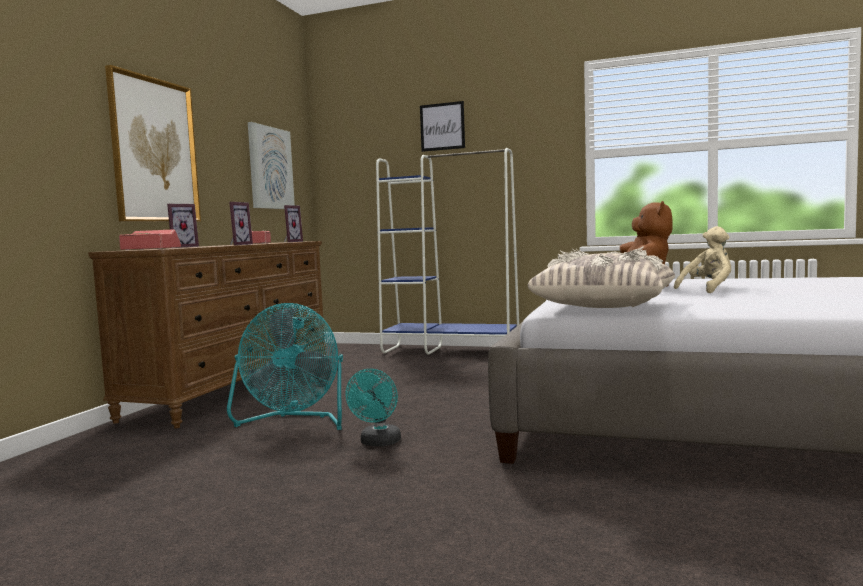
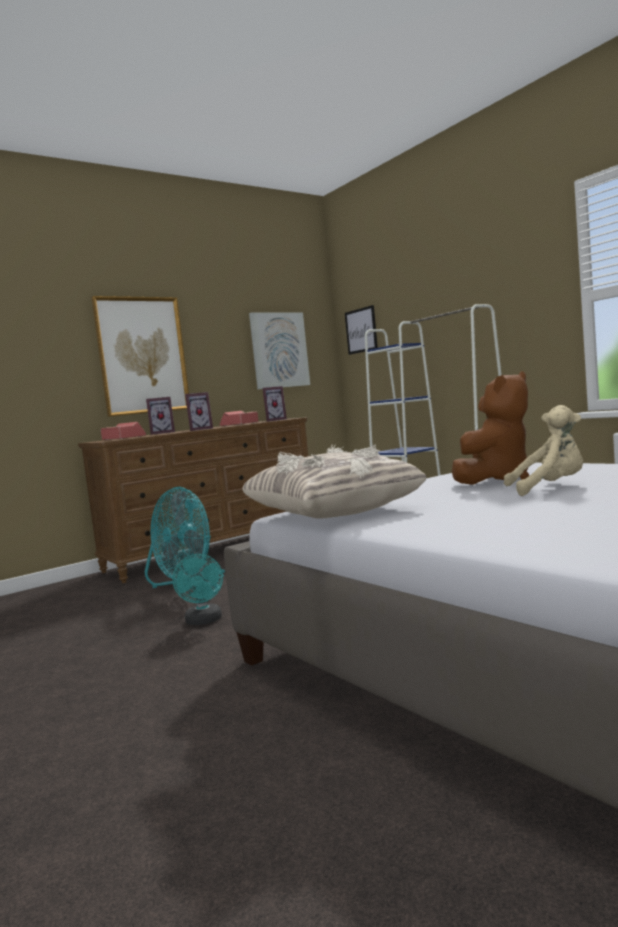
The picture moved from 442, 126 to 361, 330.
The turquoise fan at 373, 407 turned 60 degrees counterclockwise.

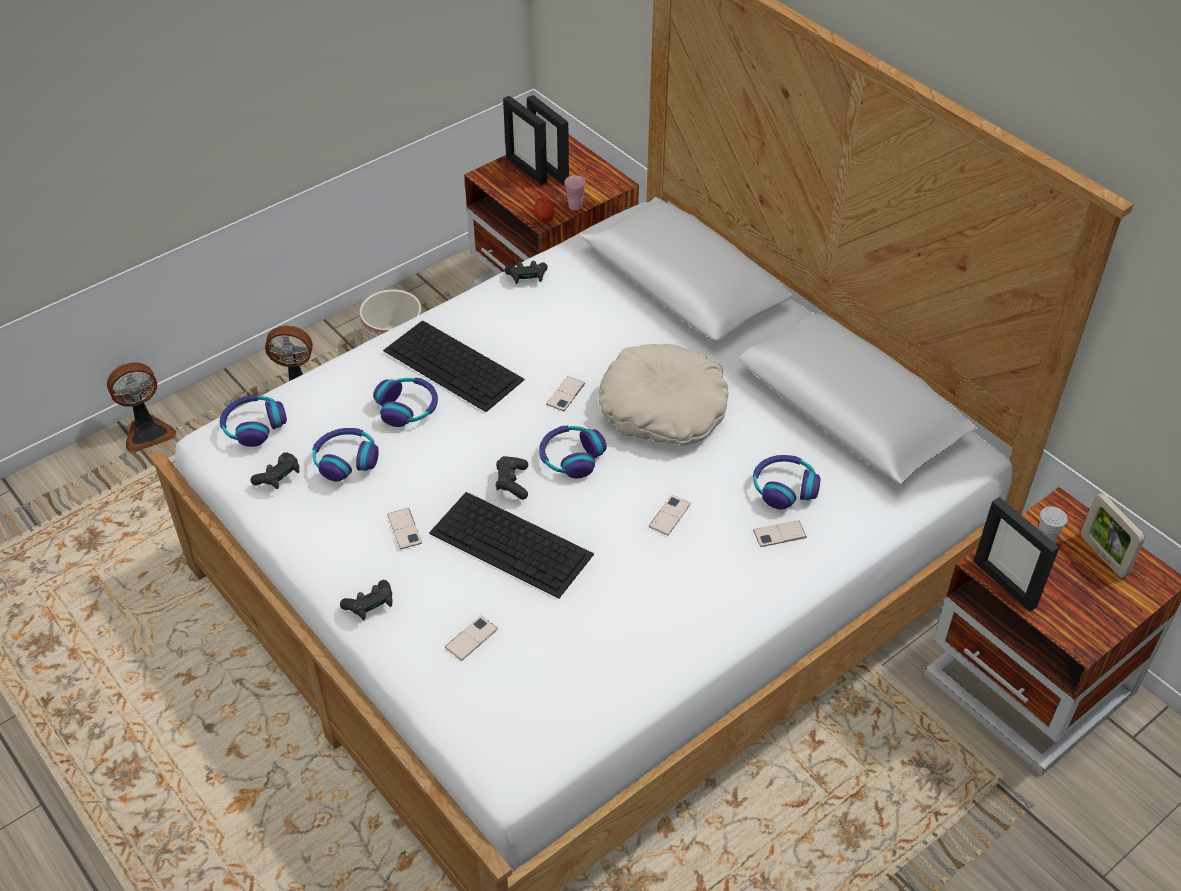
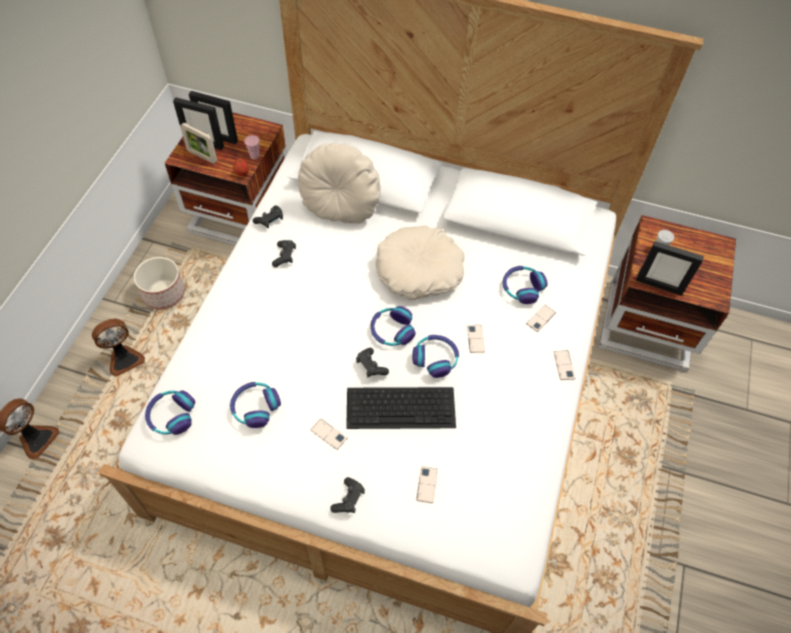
The keyboard at 454, 366 disappeared.
The beige pillow at 339, 183 appeared.
The black game controller moved from 274, 470 to 284, 253.
The headphones moved from 405, 402 to 435, 356.
The phone moved from 565, 393 to 564, 365.
The picture frame moved from 1113, 535 to 198, 143.

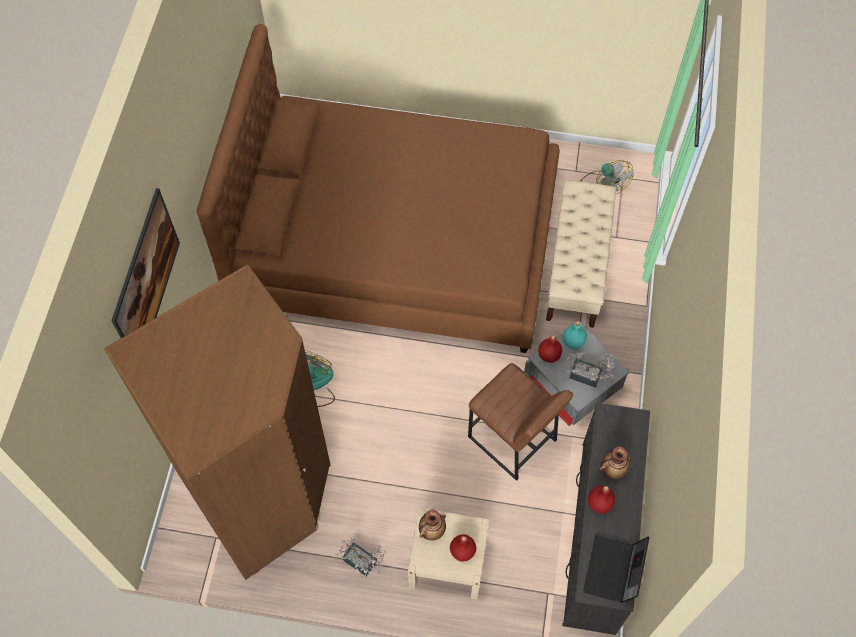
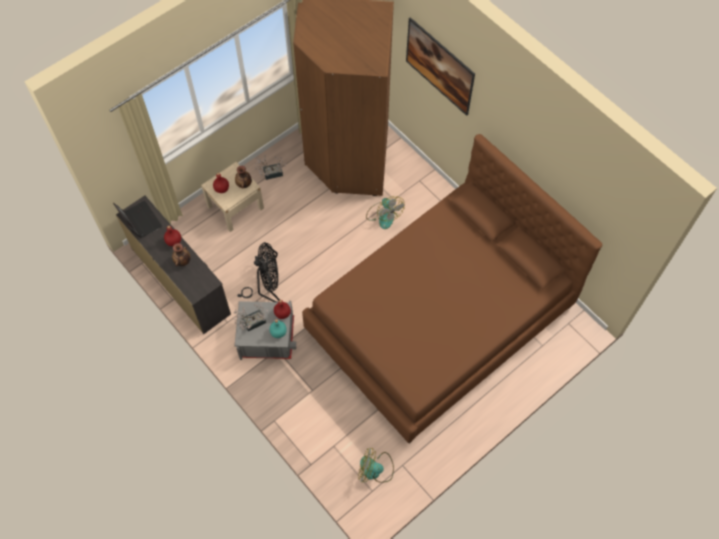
The beige bench at 581, 254 disappeared.
The brown chair at 521, 422 was replaced by the black fan at 259, 272.

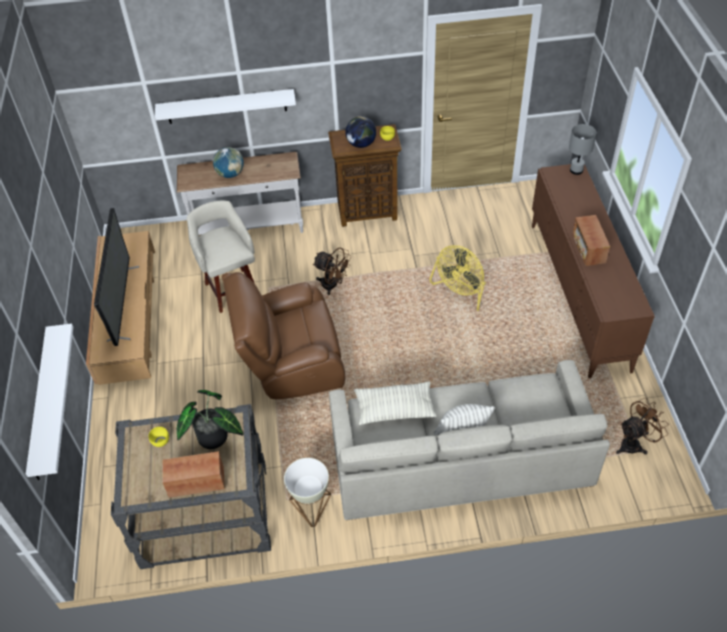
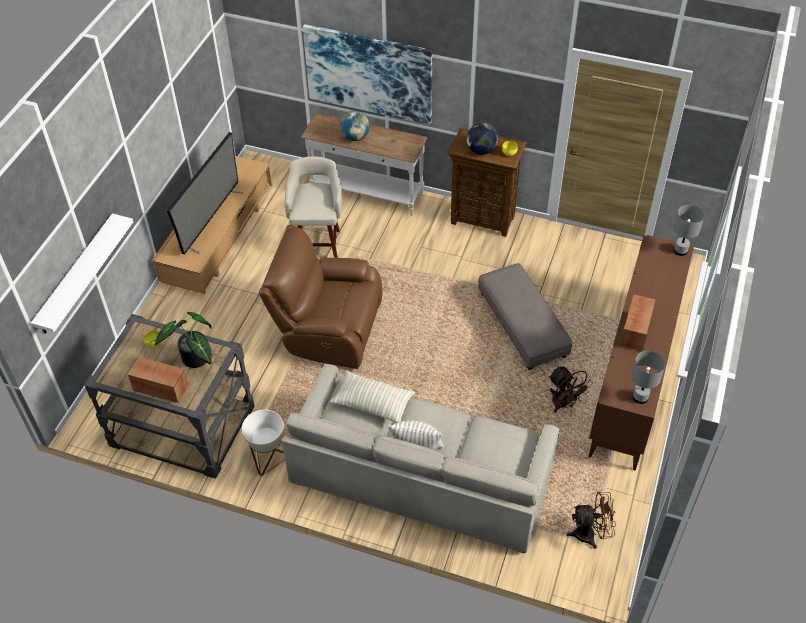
The grey table lamp at 648, 377 appeared.
The brown fan moved from 332, 271 to 571, 389.
The white shelf at 225, 106 was replaced by the picture at 367, 74.
The yellow fan at 457, 278 was replaced by the grey ottoman at 525, 316.

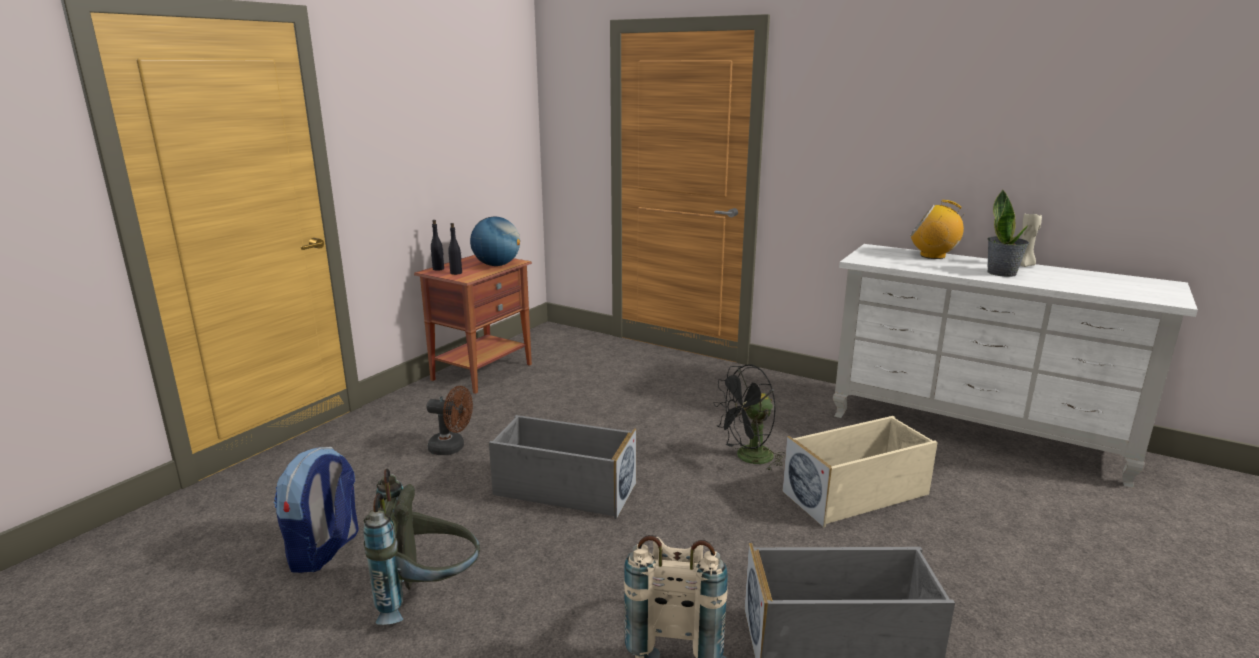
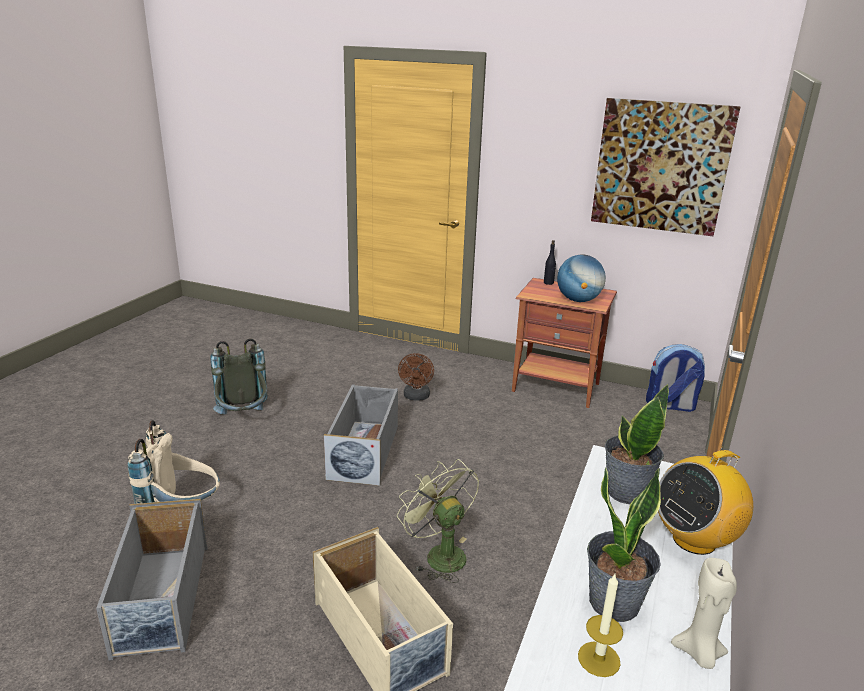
The black bottle at 455, 249 disappeared.
The candle at 600, 625 appeared.
The picture at 666, 167 appeared.
The potted plant at 637, 444 appeared.
The backpack moved from 316, 510 to 675, 378.
The black fan at 749, 417 became the green fan at 438, 521.
The radio at 939, 229 turned 135 degrees counterclockwise.

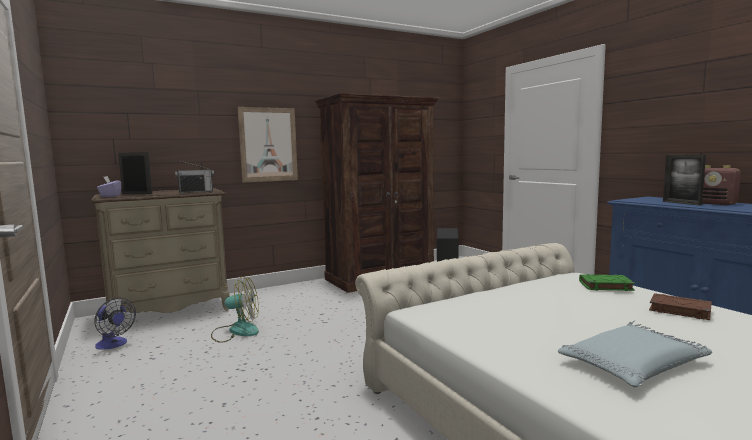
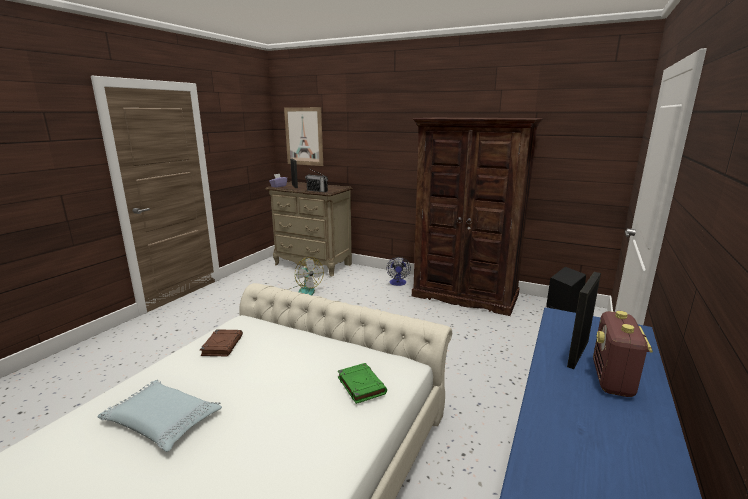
The fan moved from 115, 323 to 398, 271.
The picture moved from 268, 145 to 303, 136.
The brown book moved from 680, 306 to 221, 343.

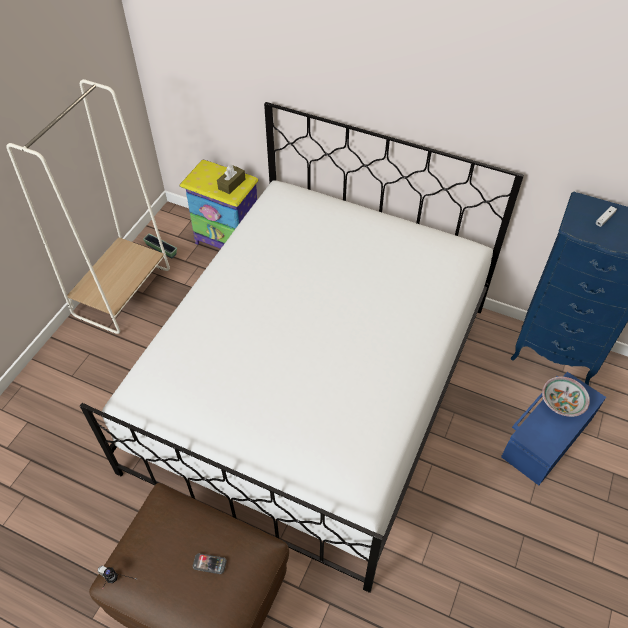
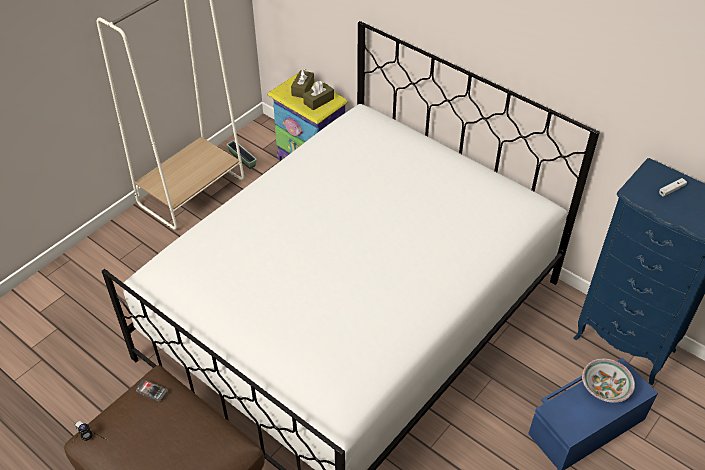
The brown tissue box at 302, 83 appeared.
The phone moved from 210, 563 to 152, 391.

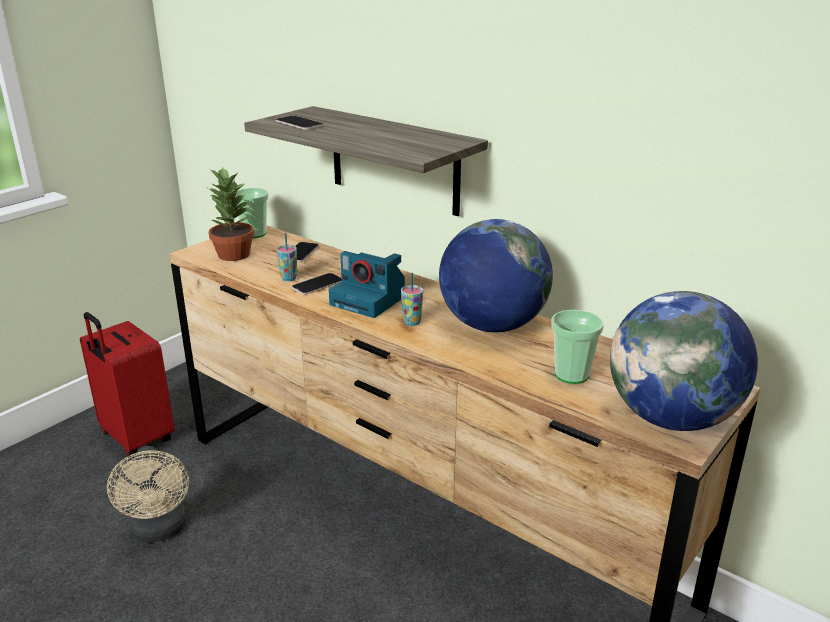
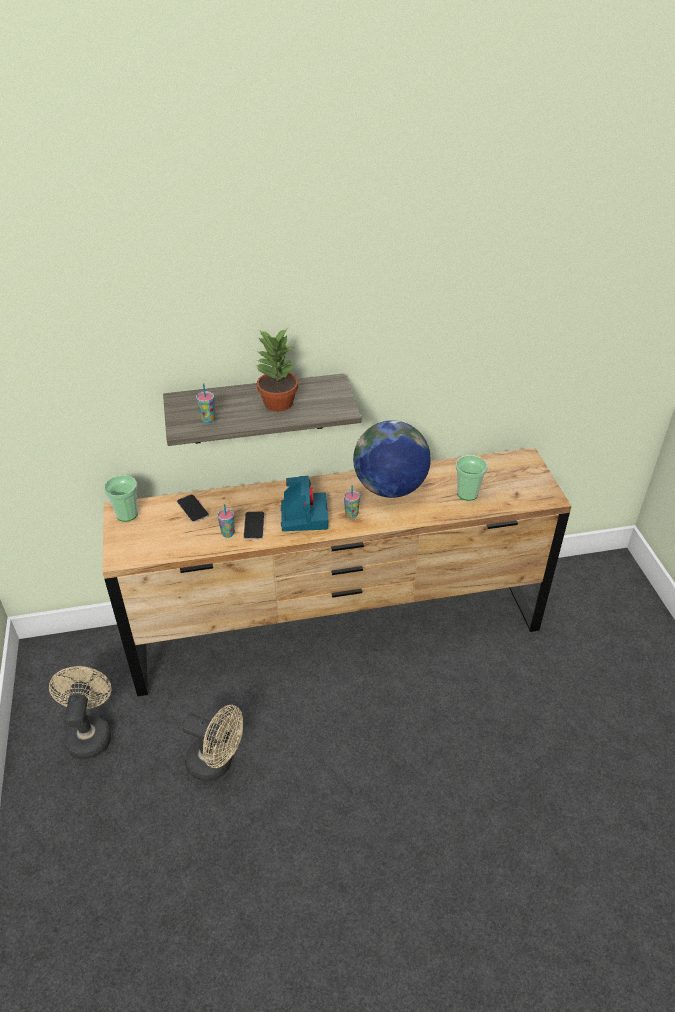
The globe at 684, 361 disappeared.
The potted plant moved from 231, 214 to 277, 370.
The red suitcase at 127, 384 was replaced by the beige fan at 80, 712.
The phone at 300, 123 was replaced by the cup at 205, 403.
The photo camera at 367, 284 turned 75 degrees counterclockwise.

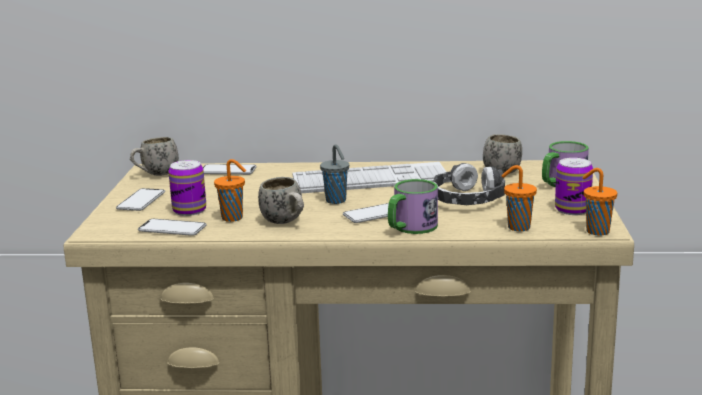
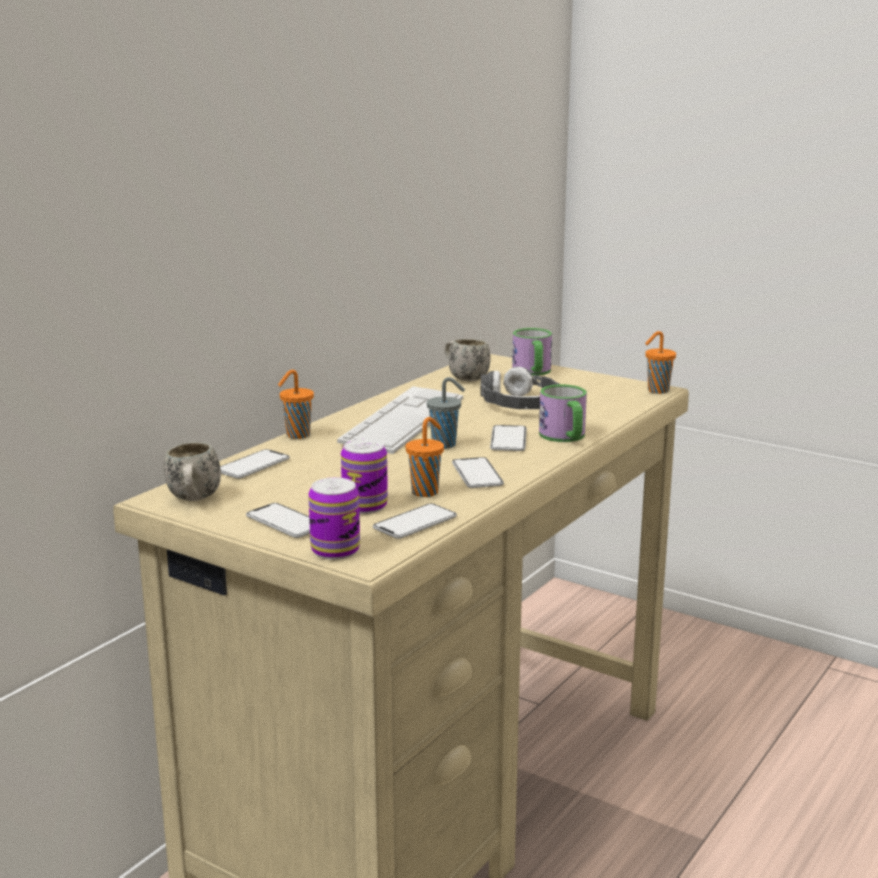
The orange cup moved from 519, 198 to 296, 404.
The can moved from 574, 186 to 334, 518.
The white mug at 281, 200 was replaced by the phone at 478, 472.

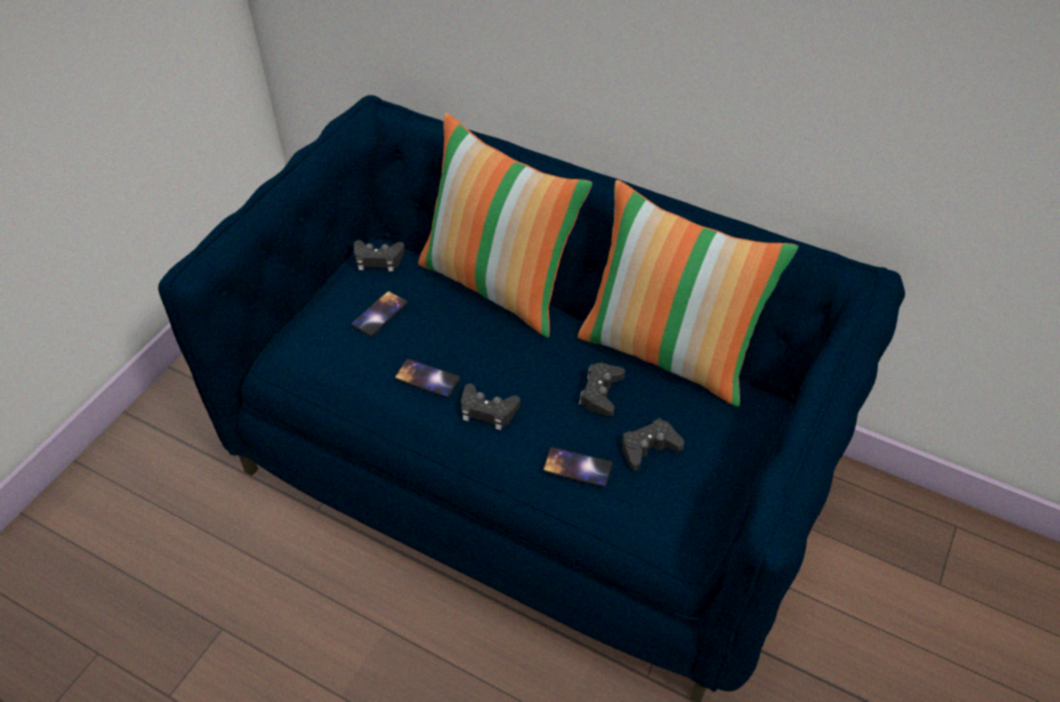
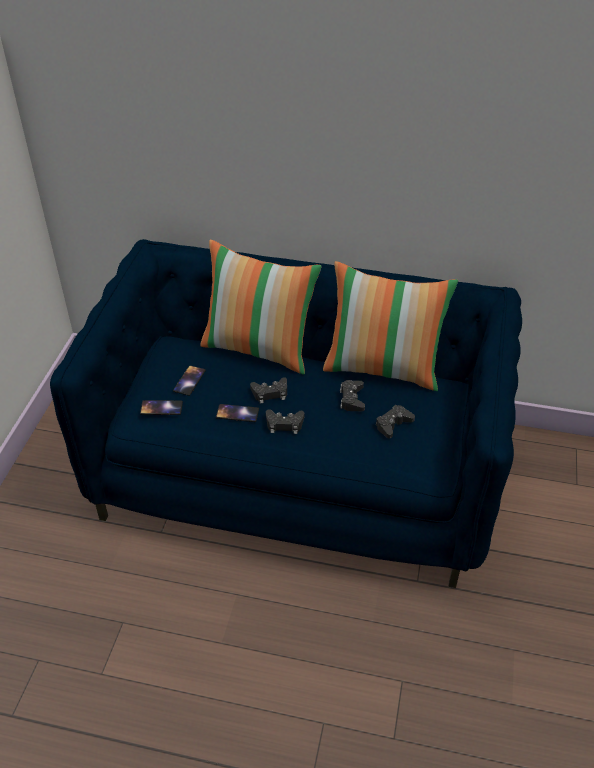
The black game controller moved from 379, 256 to 268, 390.
The phone moved from 578, 467 to 161, 407.

